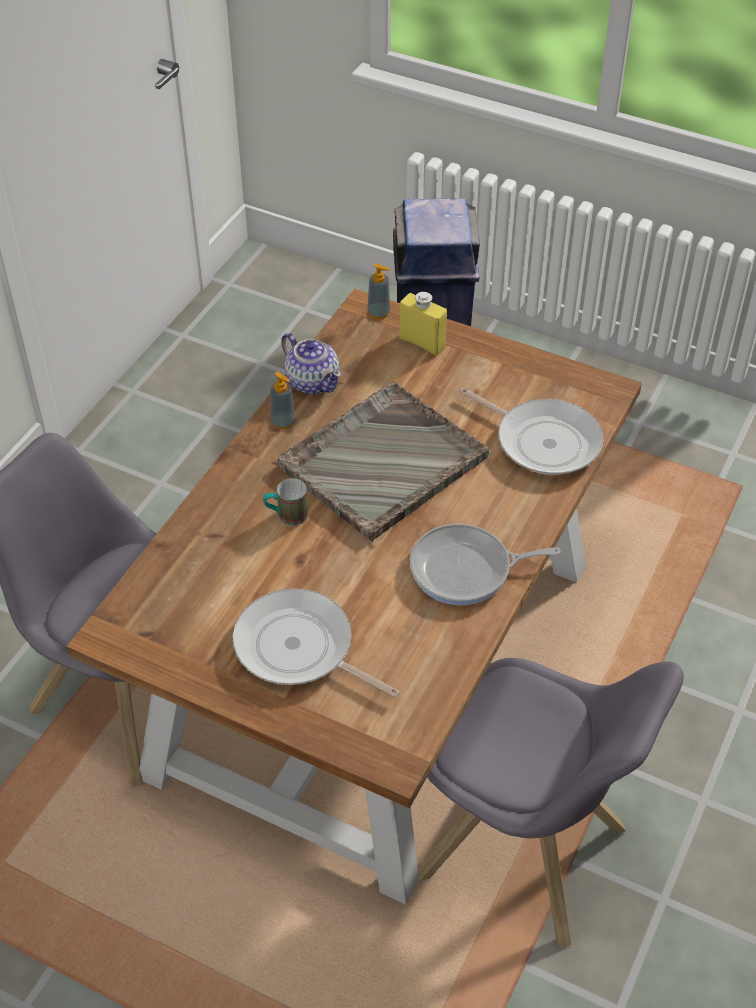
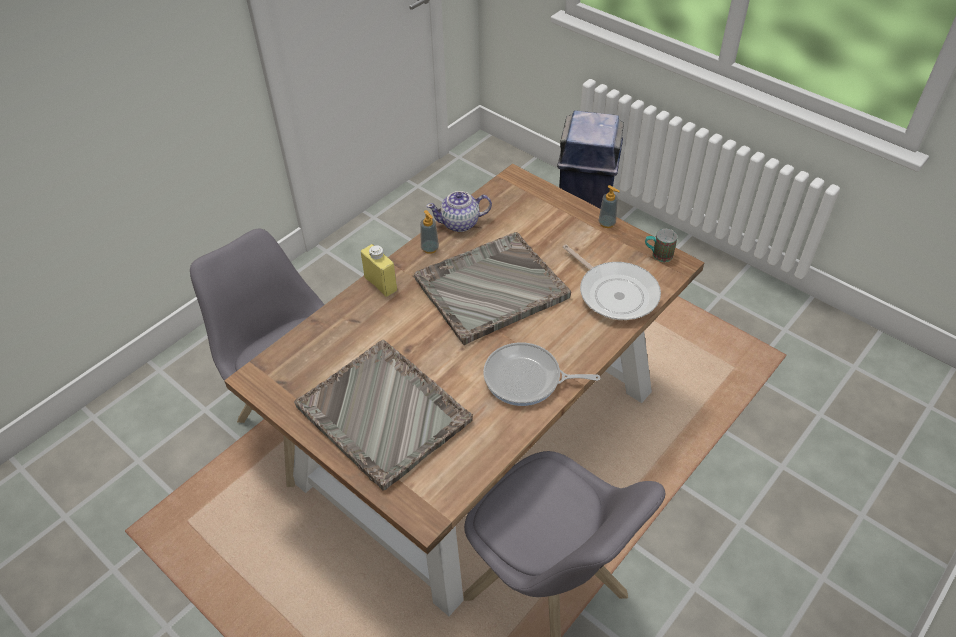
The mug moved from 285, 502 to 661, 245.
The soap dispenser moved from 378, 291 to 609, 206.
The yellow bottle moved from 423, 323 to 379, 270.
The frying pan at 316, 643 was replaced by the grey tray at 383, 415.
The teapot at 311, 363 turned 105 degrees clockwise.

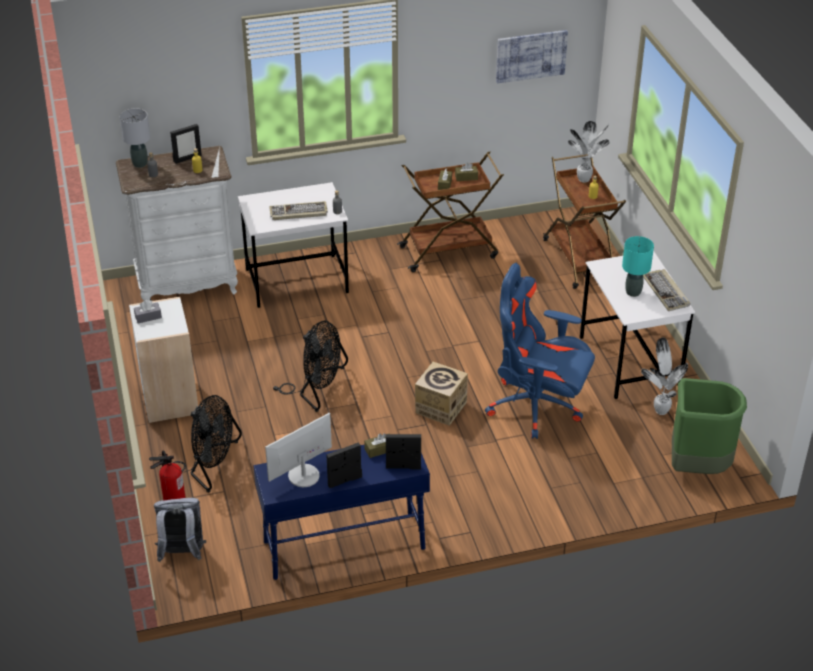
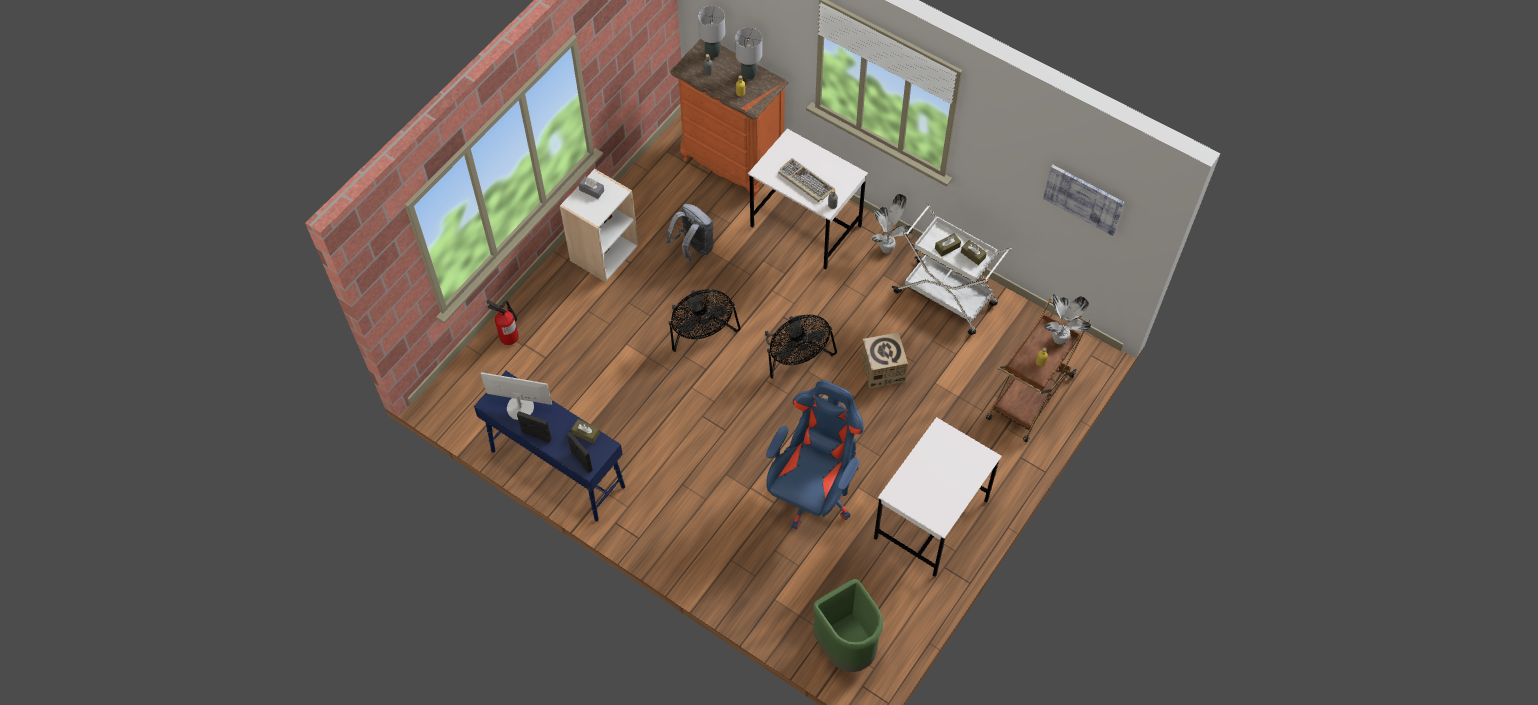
The turquoise table lamp at 638, 266 disappeared.
The keyboard at 666, 290 disappeared.
The grey backpack moved from 180, 530 to 689, 233.
The black fan moved from 201, 444 to 801, 347.
The cardboard box moved from 441, 394 to 885, 360.
The potted plant moved from 664, 376 to 892, 223.
The picture frame at 186, 144 was replaced by the grey table lamp at 748, 53.
The white dresser at 177, 223 became the orange dresser at 729, 119.
The brown cart at 450, 211 became the white cart at 951, 269.
The blue office chair at 540, 350 turned 45 degrees clockwise.

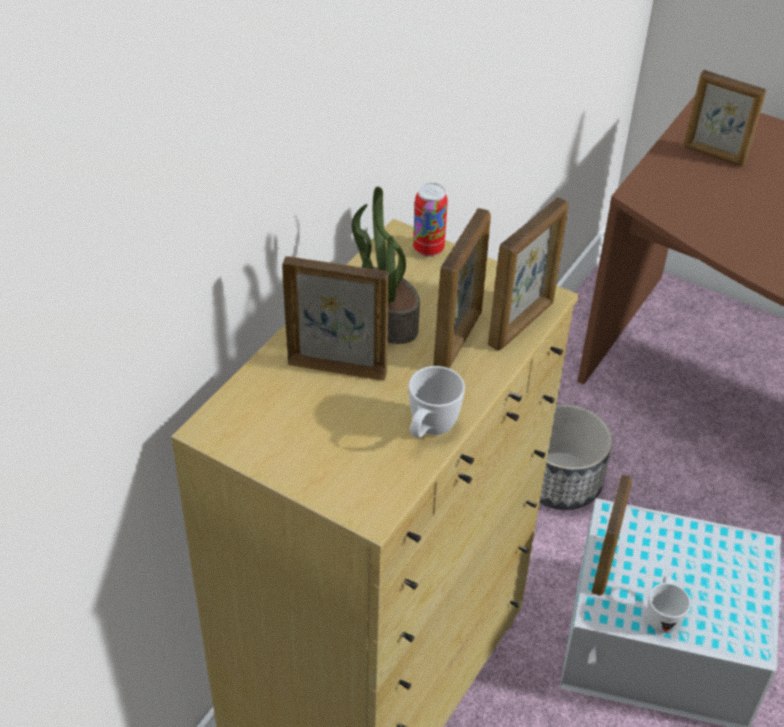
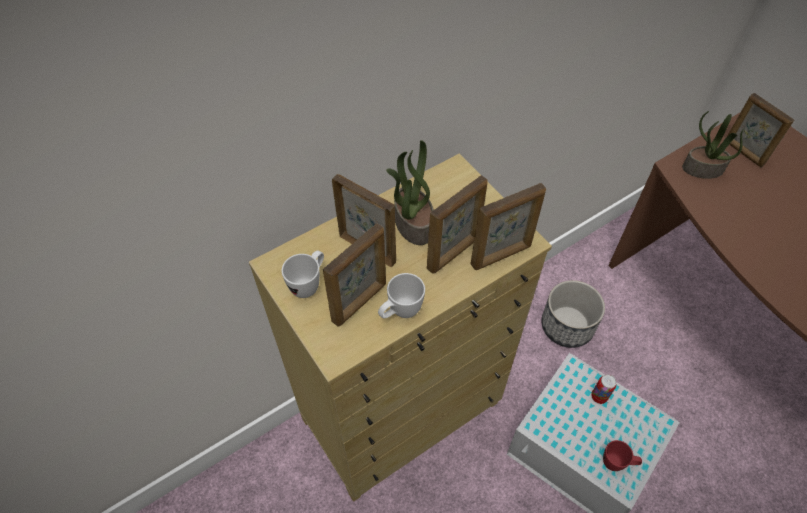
The red mug at 622, 455 appeared.
The potted plant at 713, 145 appeared.
The can moved from 430, 220 to 603, 389.
The picture frame moved from 611, 535 to 354, 275.
The white mug moved from 669, 604 to 303, 274.

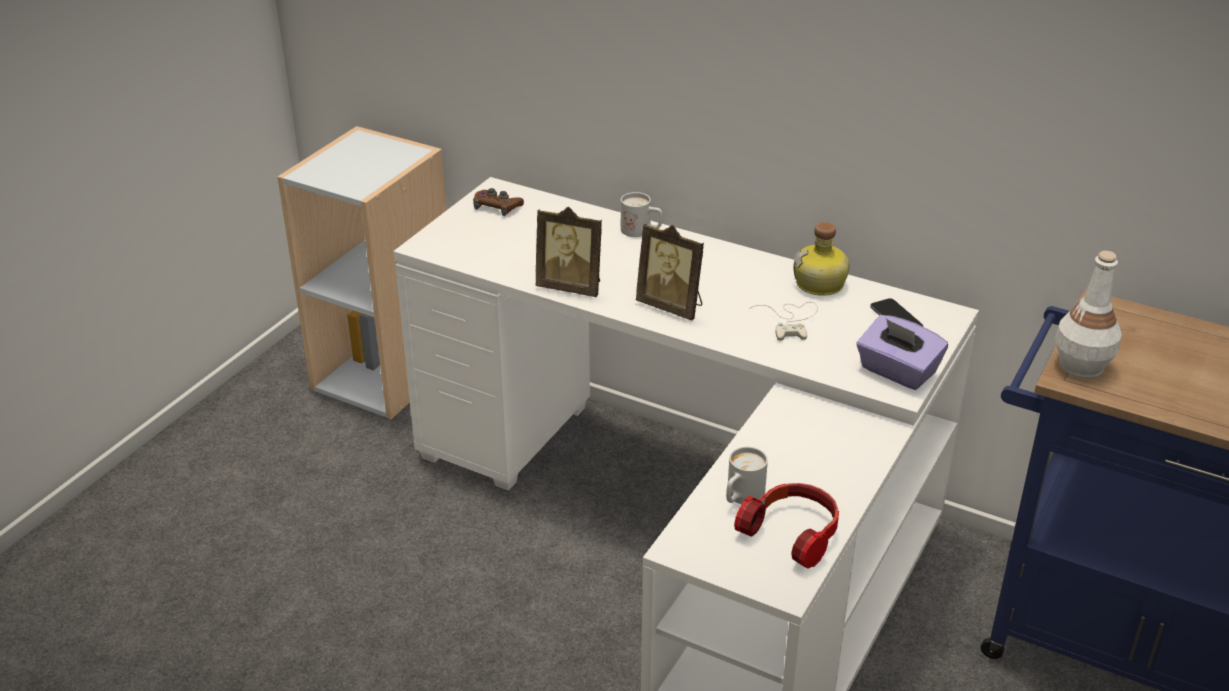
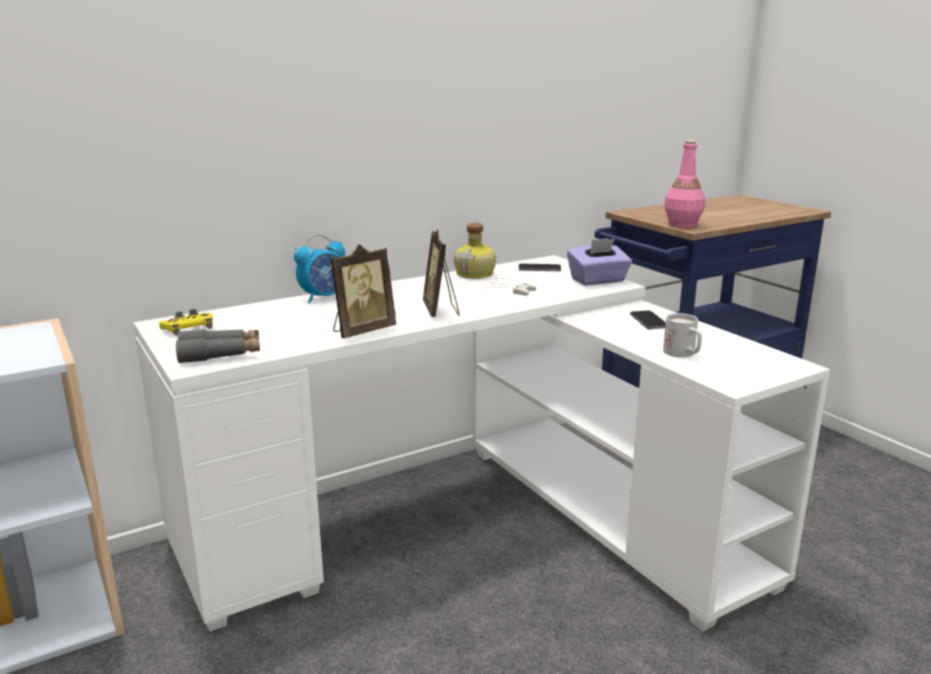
The headphones at 786, 525 disappeared.
The grey binoculars at 218, 346 appeared.
The phone at 648, 320 appeared.
The white mug at 642, 214 was replaced by the alarm clock at 319, 268.
The brown game controller at 498, 202 became the yellow game controller at 186, 322.
The white bottle at 1088, 314 became the pink bottle at 684, 184.
The picture frame at 670, 271 turned 105 degrees clockwise.

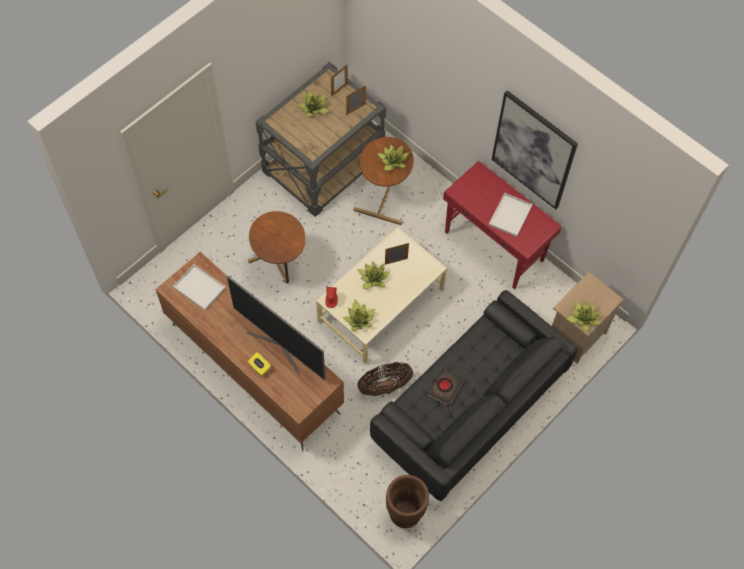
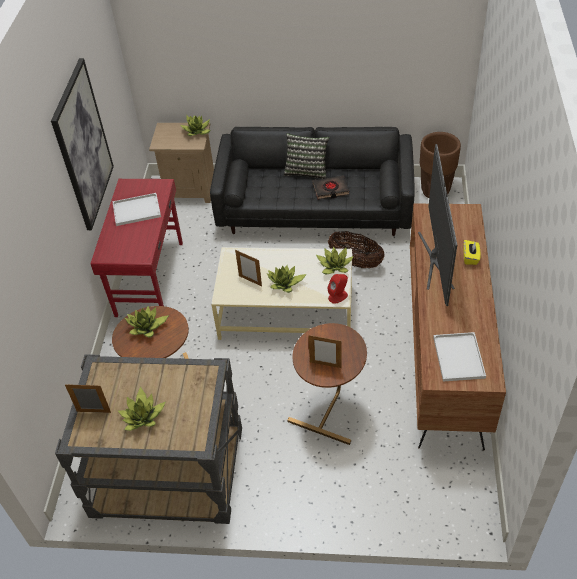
The pillow at 307, 156 appeared.
The picture frame moved from 356, 100 to 325, 351.

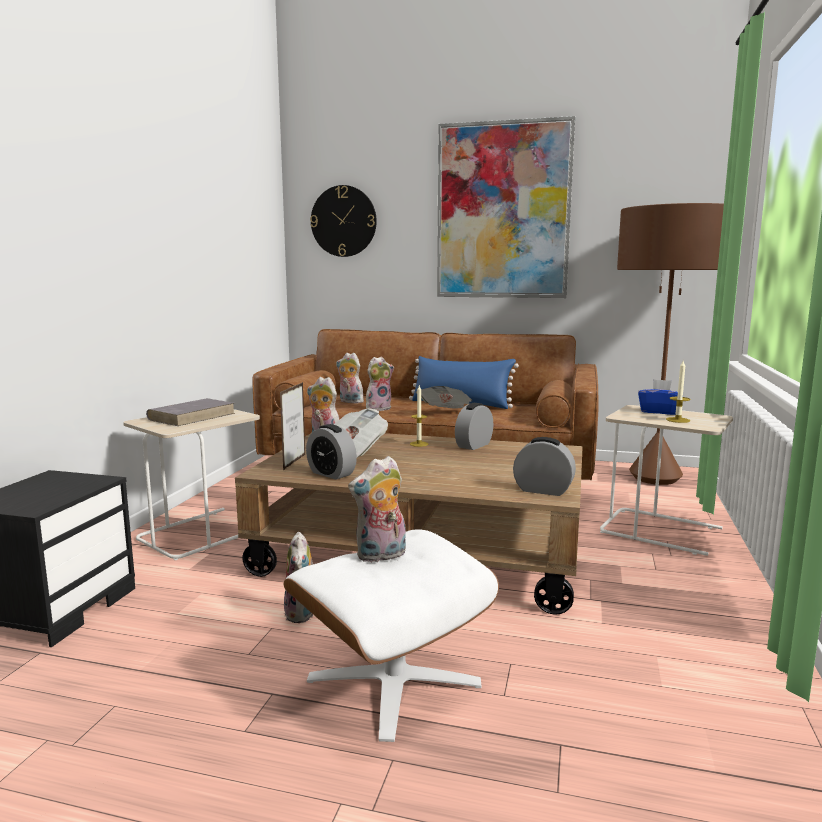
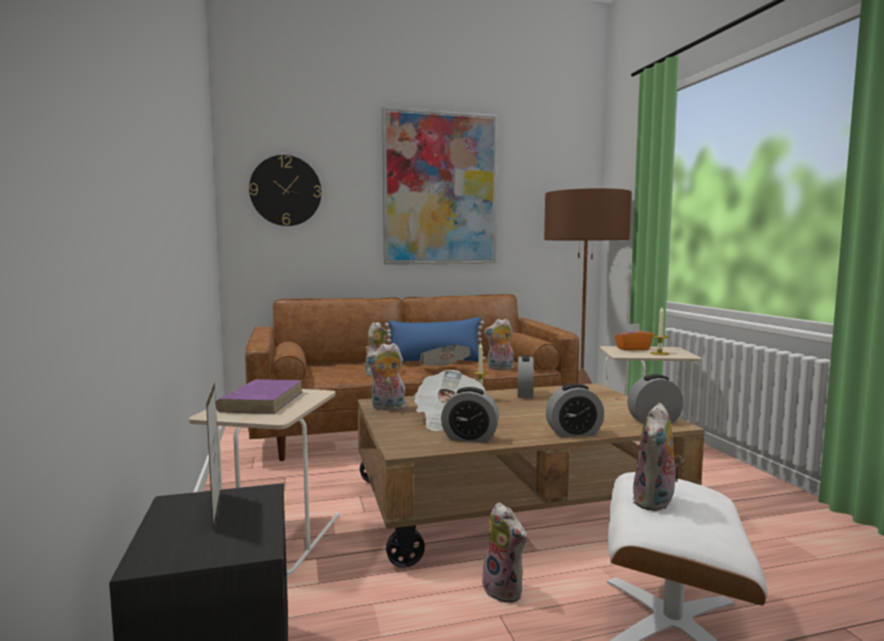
The alarm clock at 575, 410 appeared.
The picture frame moved from 293, 426 to 213, 455.
The plush toy moved from 350, 378 to 499, 344.
The grey book at 190, 412 became the purple book at 259, 396.
The blue tissue box at 658, 397 became the orange tissue box at 633, 337.

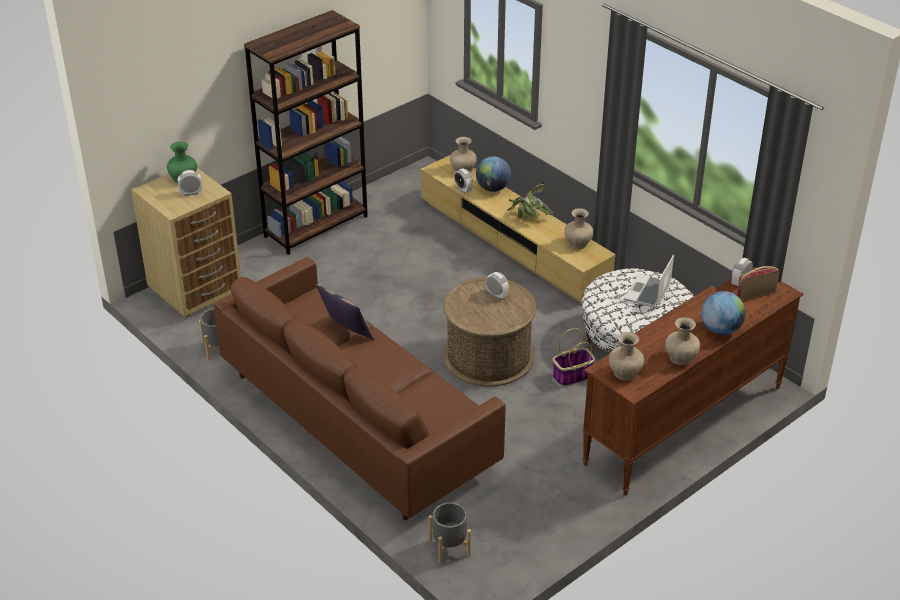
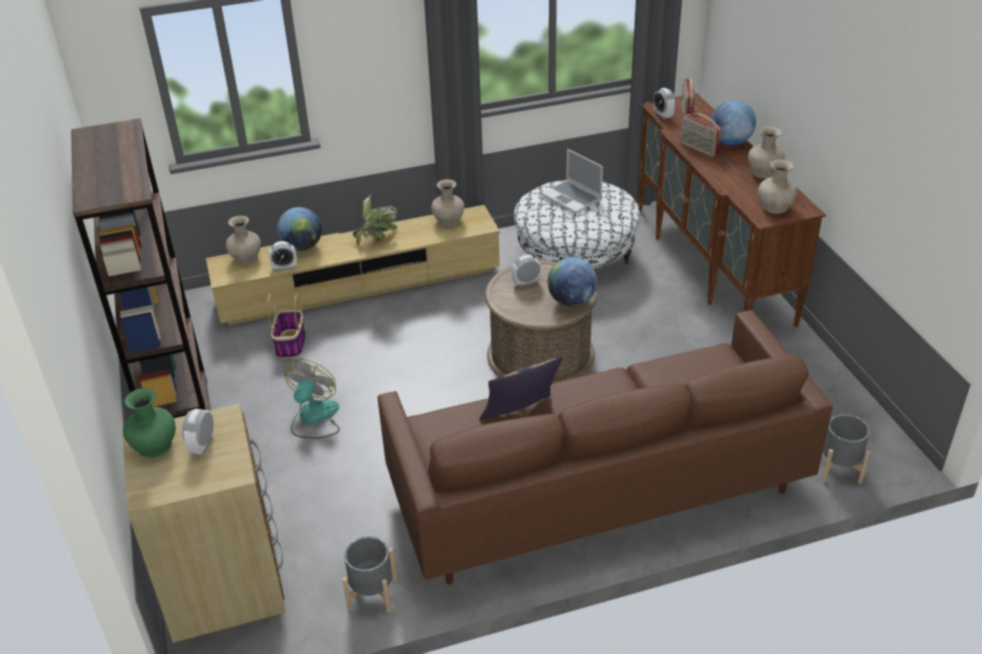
The fan at 312, 399 appeared.
The globe at 572, 282 appeared.
The radio at 701, 135 appeared.
The basket moved from 573, 357 to 286, 326.

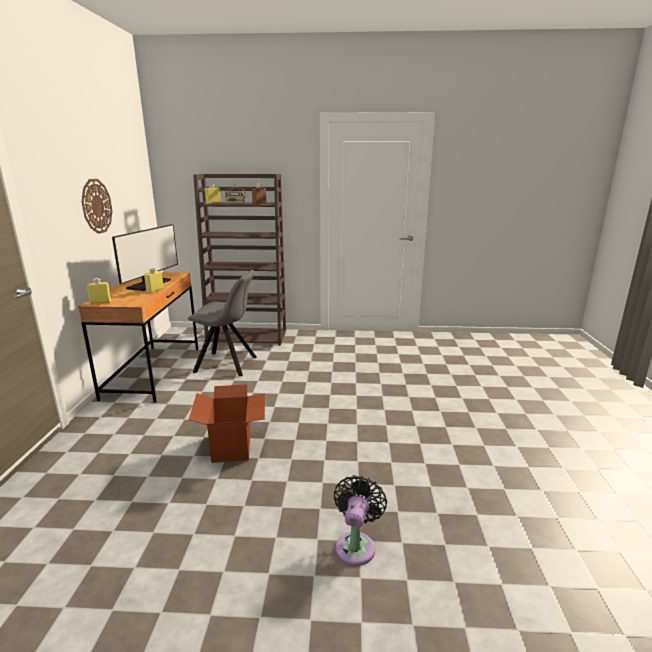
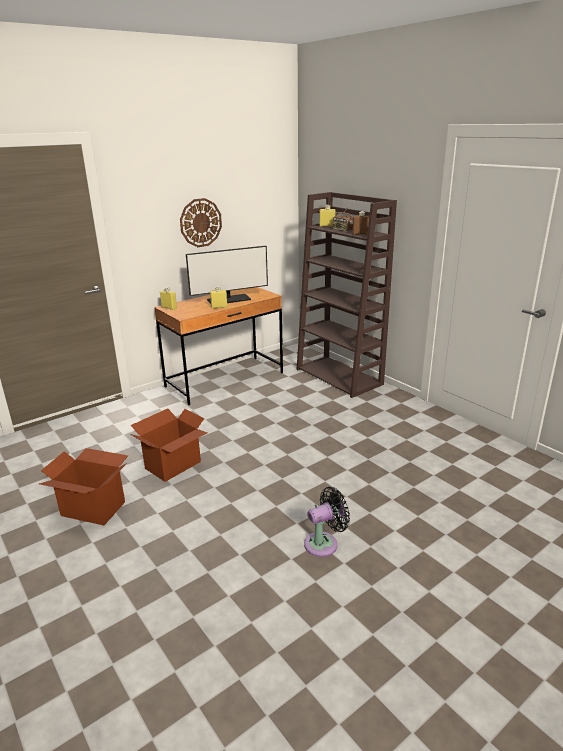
The grey chair at 222, 323 disappeared.
The cardboard box at 83, 486 appeared.
The black fan moved from 360, 520 to 327, 522.

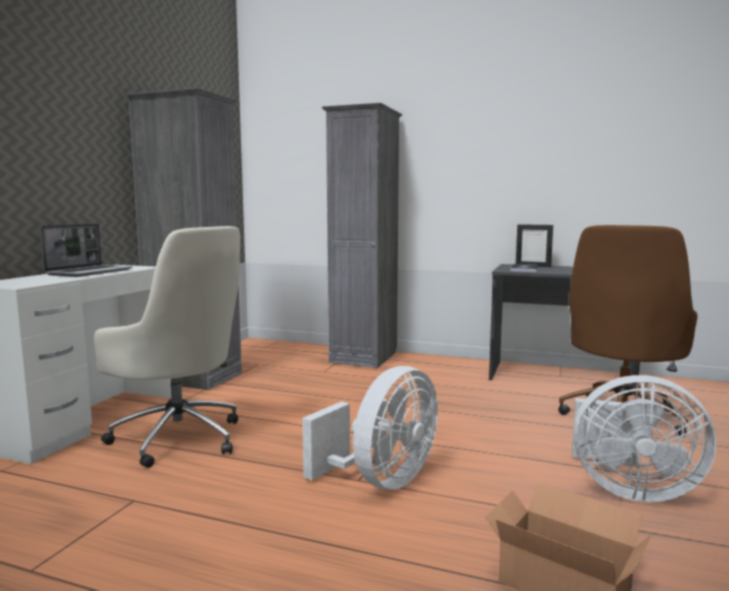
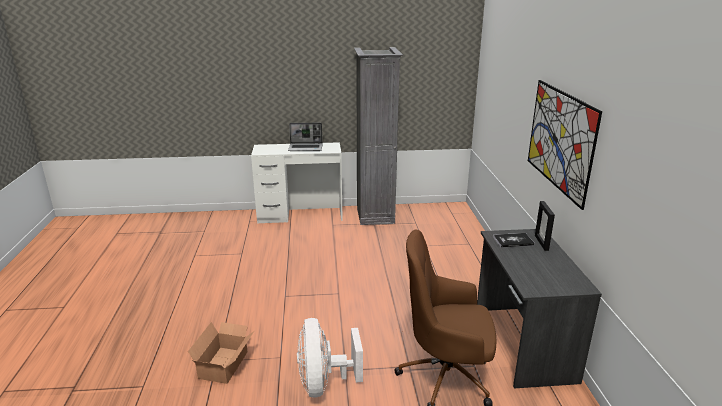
The beige office chair at 167, 347 disappeared.
The white fan at 370, 428 disappeared.
The grey cabinet at 362, 235 disappeared.
The picture at 565, 145 appeared.

